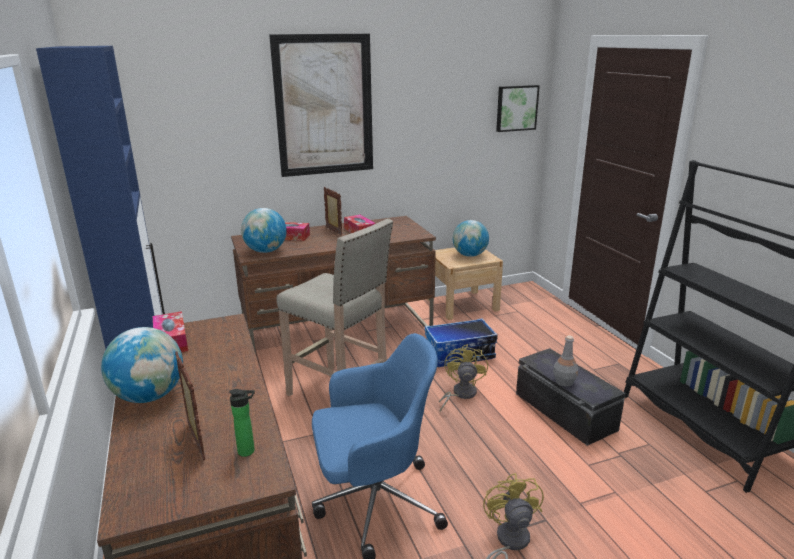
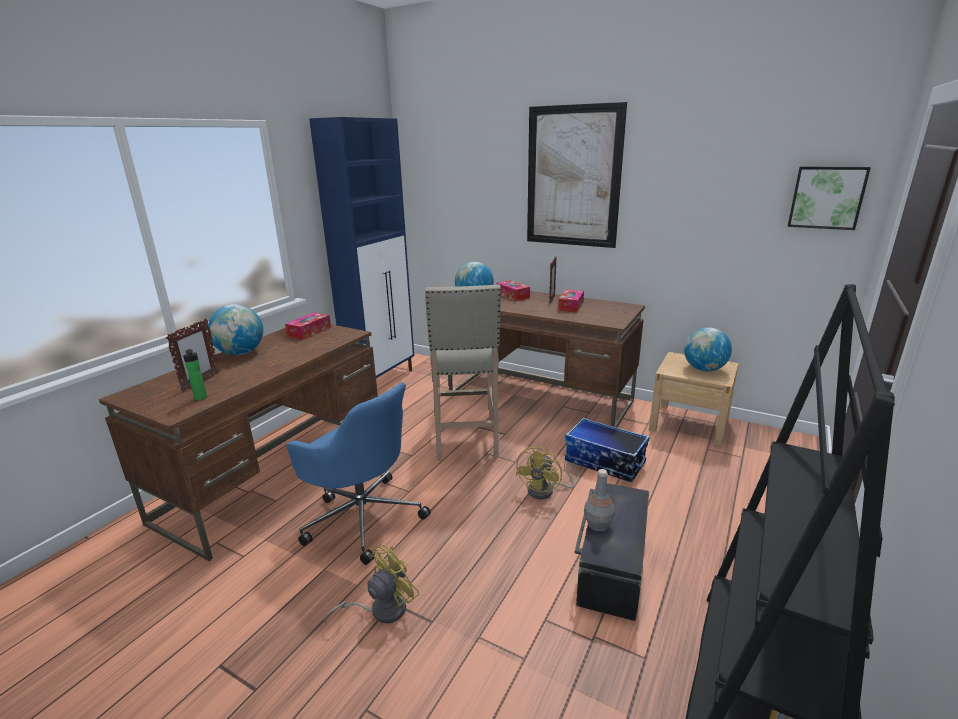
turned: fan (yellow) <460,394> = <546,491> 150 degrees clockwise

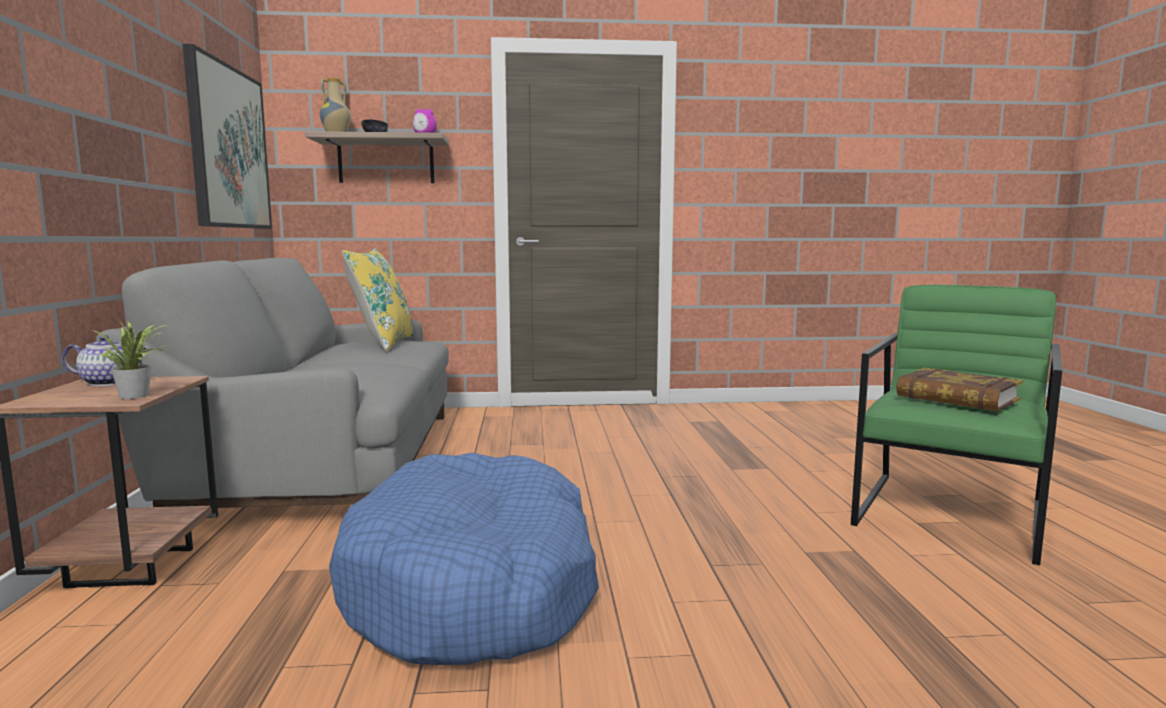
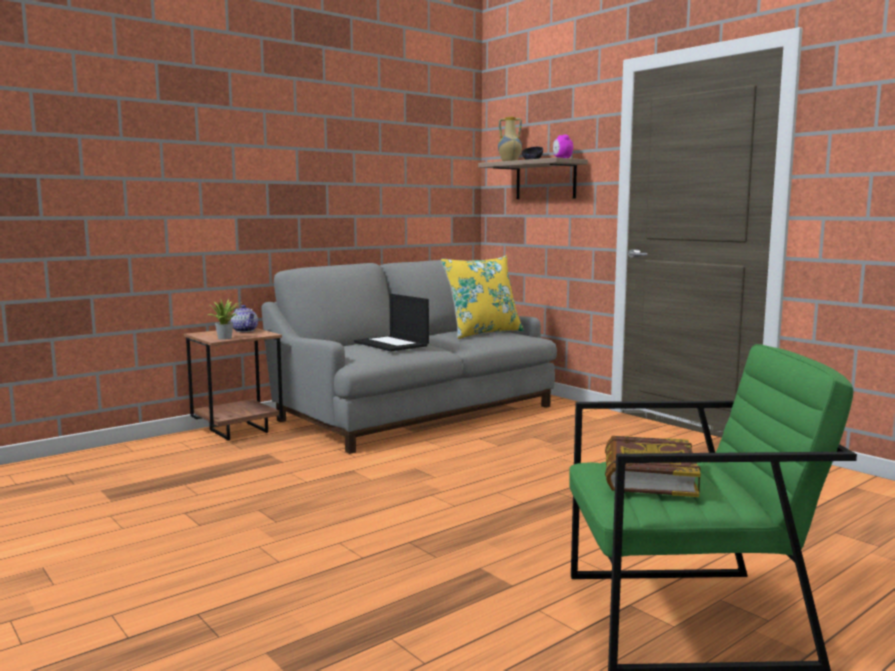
removed: picture <228,148>; dog bed (blue) <474,587>
added: laptop <392,344>

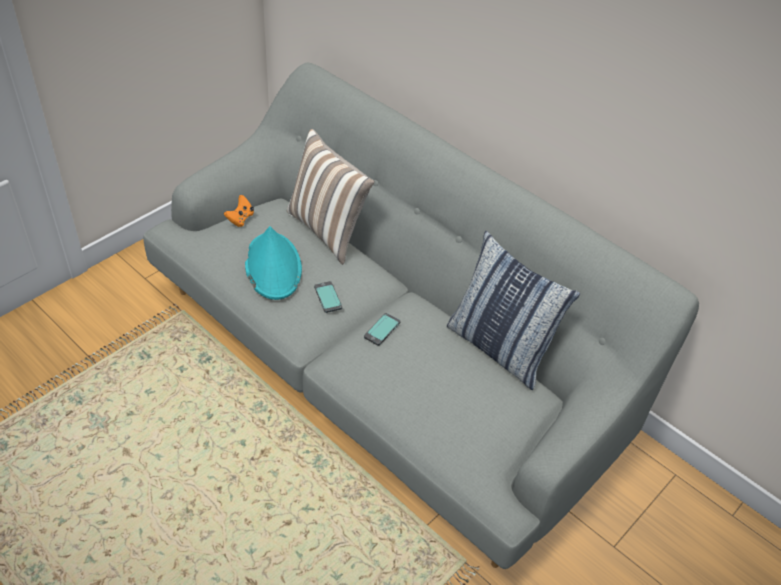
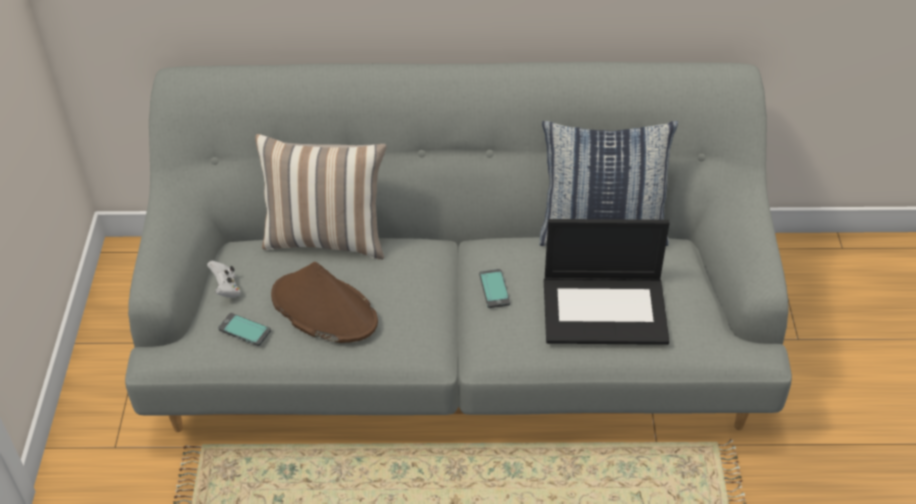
added: laptop <606,309>
moved: phone <327,297> to <244,330>
recoloured: game controller (orange) <240,219> to game controller (white) <226,288>; hat (turquoise) <273,266> to hat (brown) <323,309>

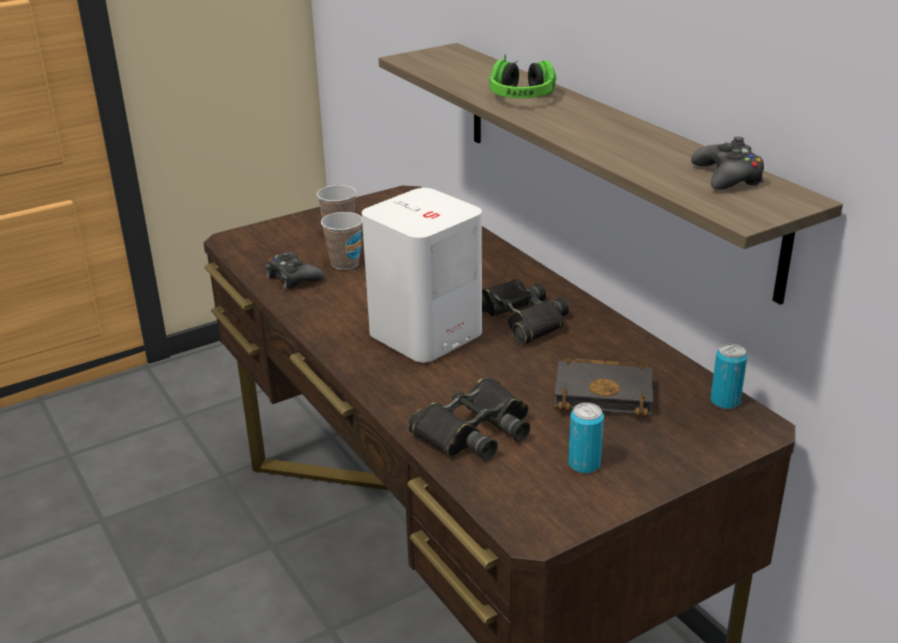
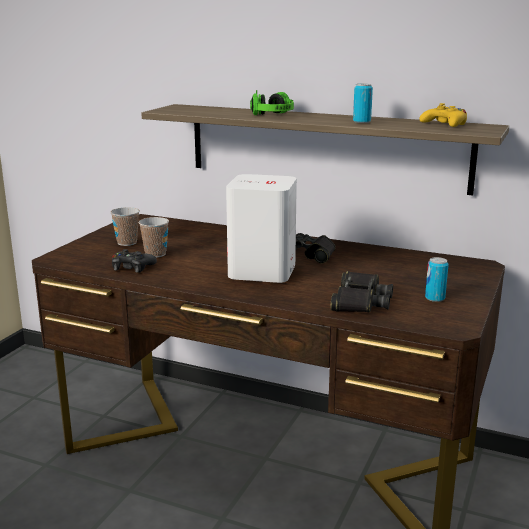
removed: book (black) <606,393>
moved: can <725,401> to <361,121>
recoloured: game controller (black) <727,177> to game controller (yellow) <445,124>

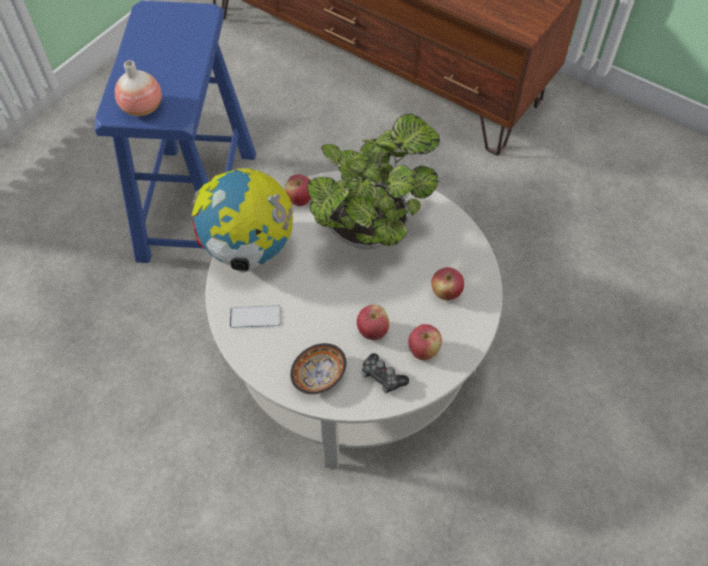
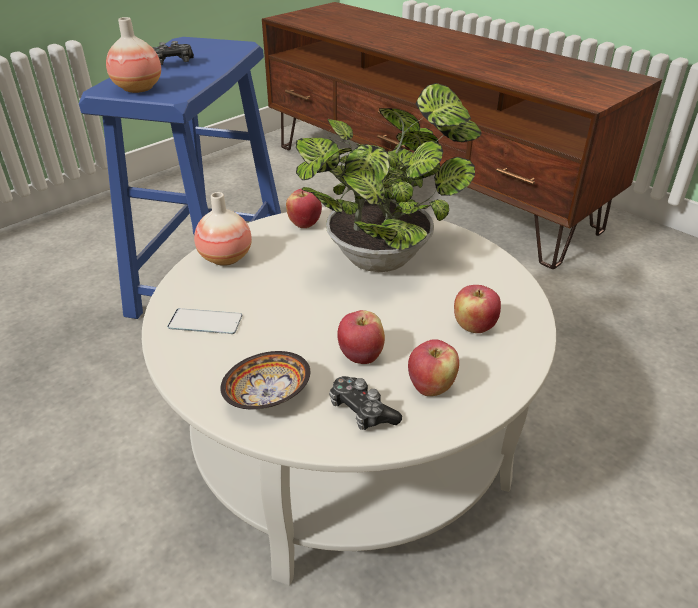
added: game controller <172,63>
replaced: globe <248,249> to vase <225,258>

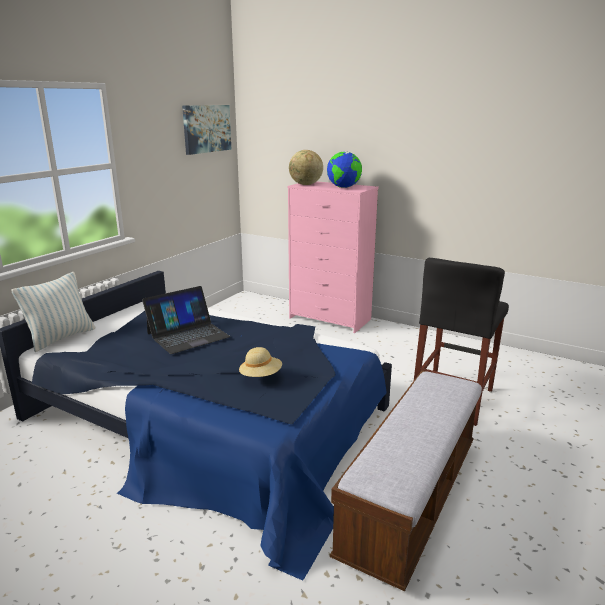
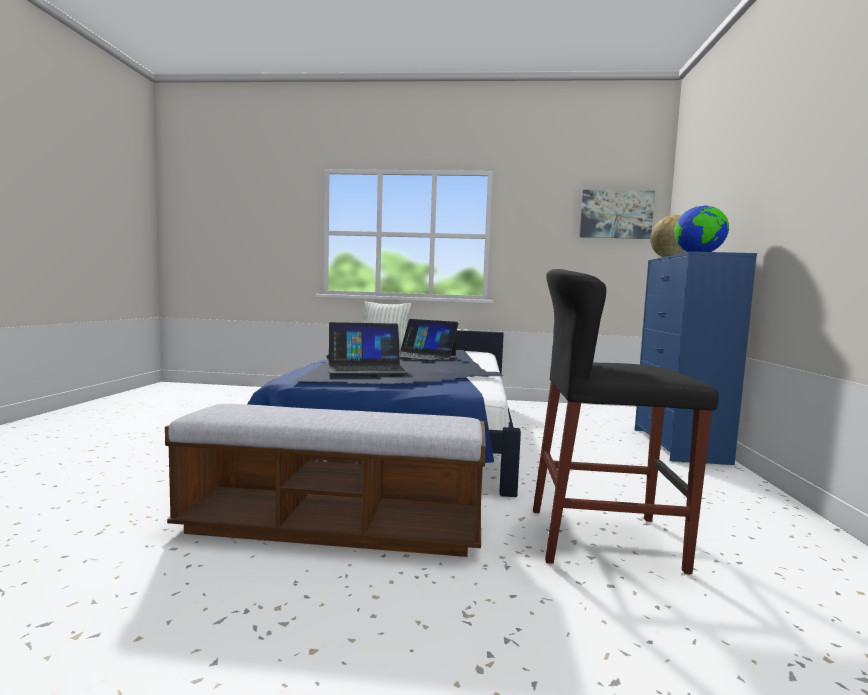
replaced: hat (beige) <261,376> to laptop <365,368>
recoloured: dresser (pink) <330,319> to dresser (blue) <679,446>

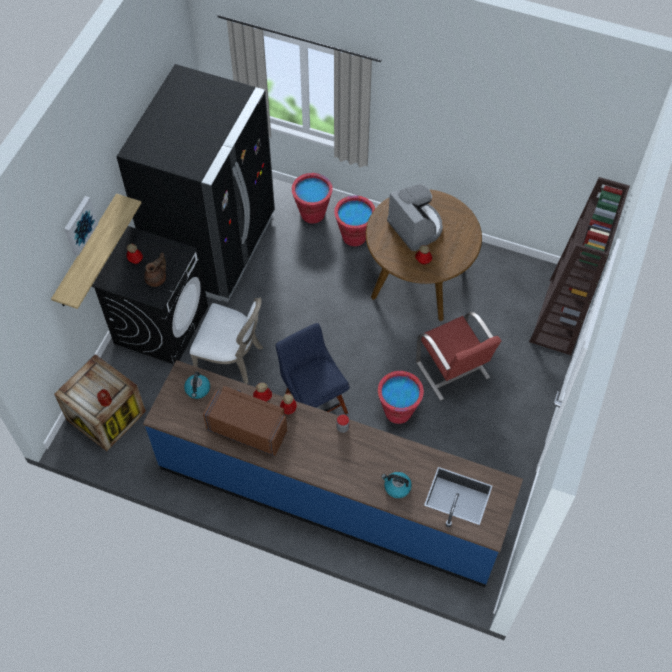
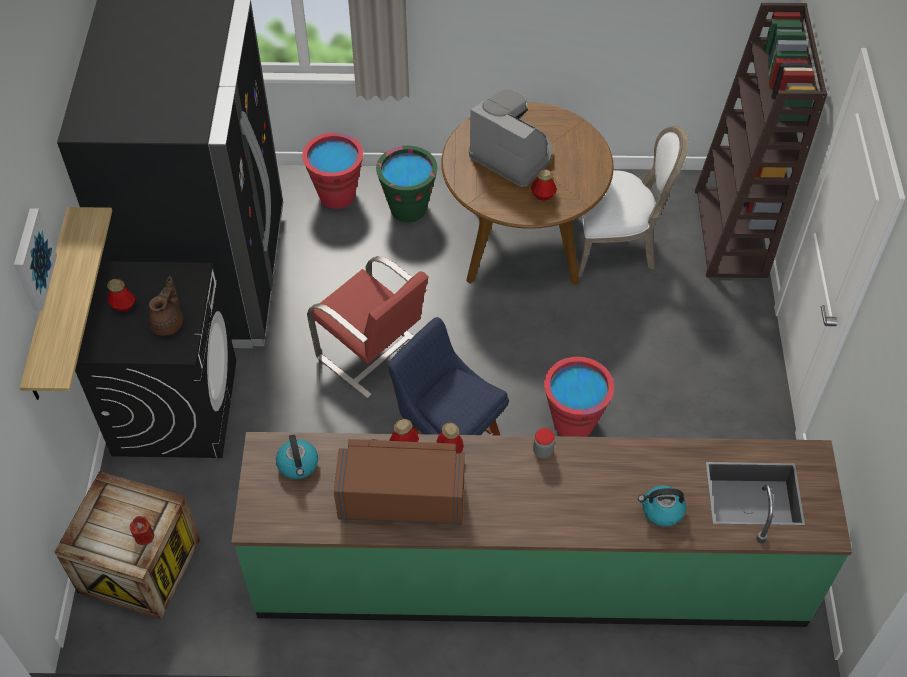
moved: chair (white) <232,358> to <616,245>; chair (red) <453,371> to <373,354>
recoloured: bucket (red) <354,236> to bucket (green) <408,208>; counter (blue) <330,495> to counter (green) <530,571>

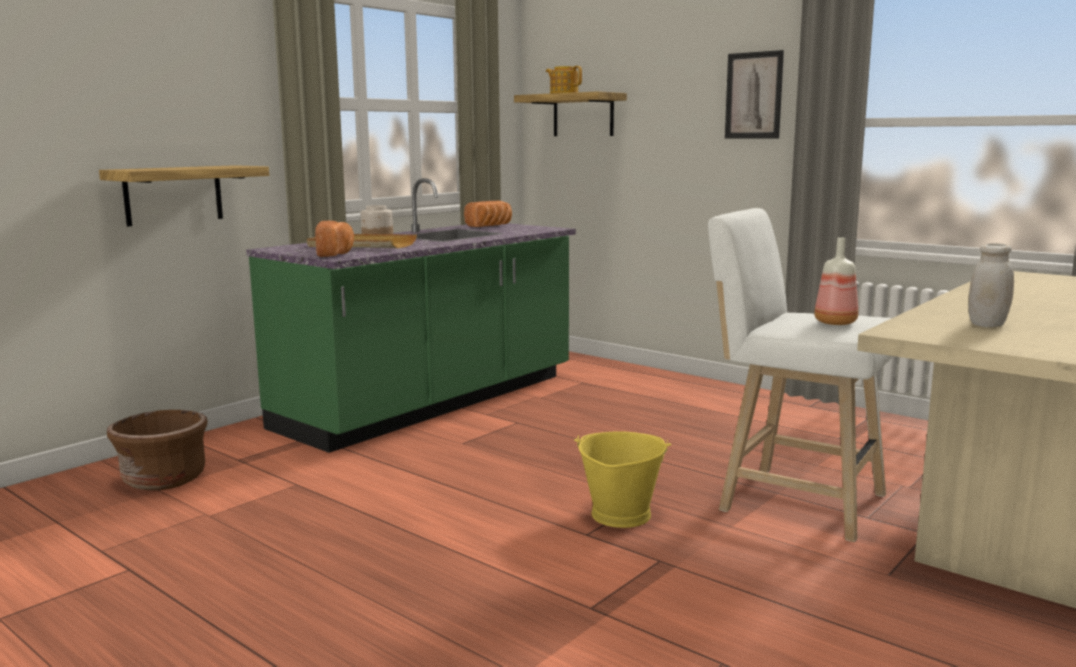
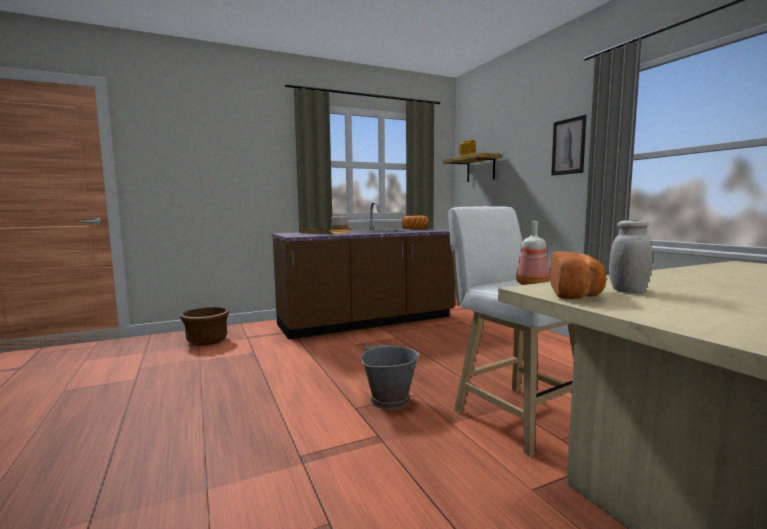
removed: shelf <173,195>
moved: bread <337,254> to <576,293>
recoloured: counter (green) <431,402> to counter (brown) <367,321>; bucket (yellow) <620,514> to bucket (grey) <389,400>

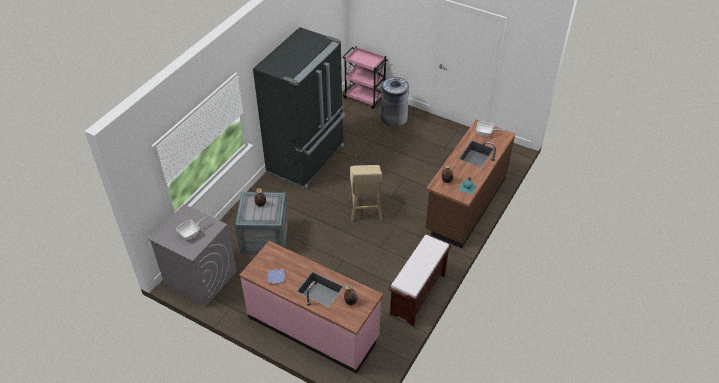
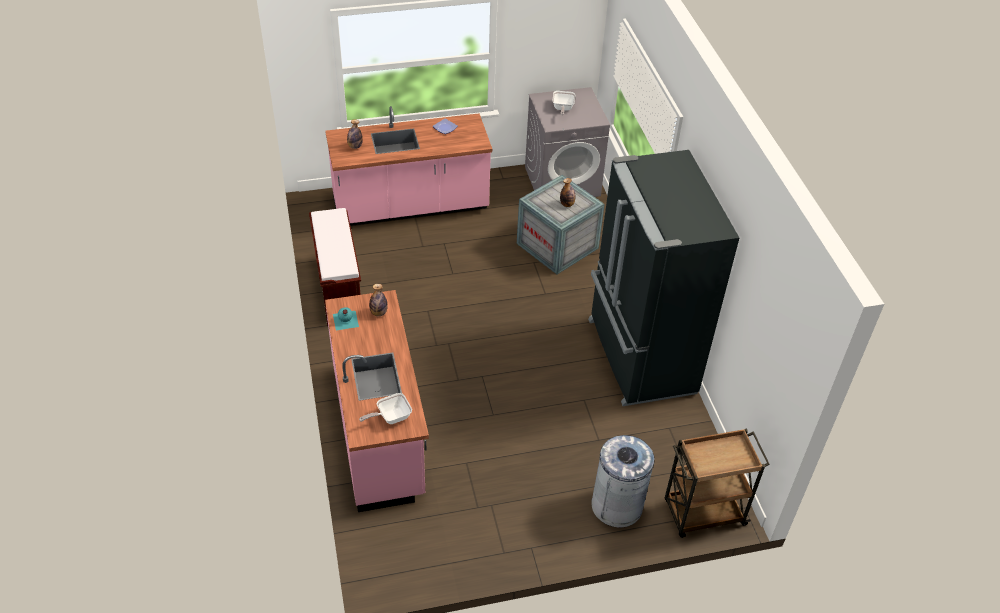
removed: stool (beige) <365,211>
recoloured: cart (pink) <365,98> to cart (brown) <703,513>; counter (brown) <465,204> to counter (pink) <379,430>

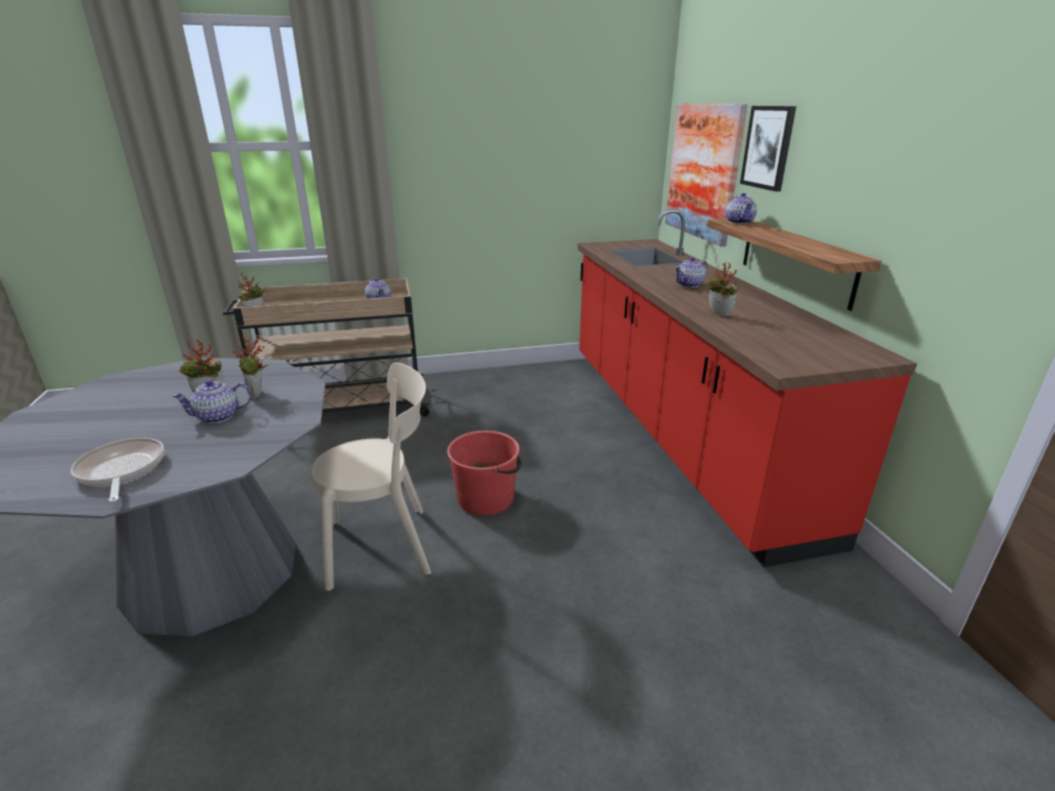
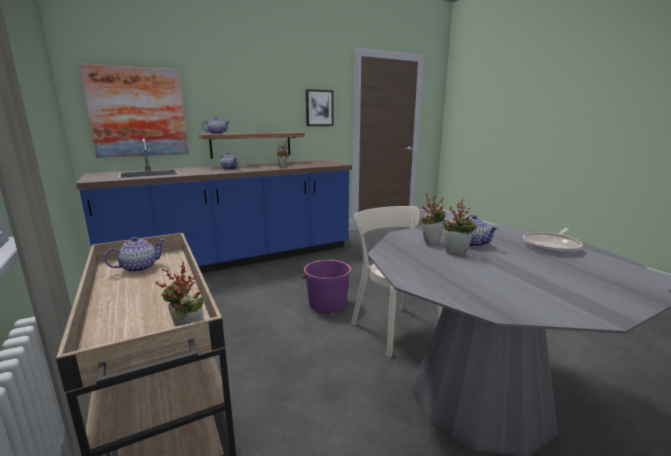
moved: picture <768,147> to <319,108>
recoloured: counter (red) <677,432> to counter (blue) <237,260>; bucket (red) <486,498> to bucket (purple) <327,304>

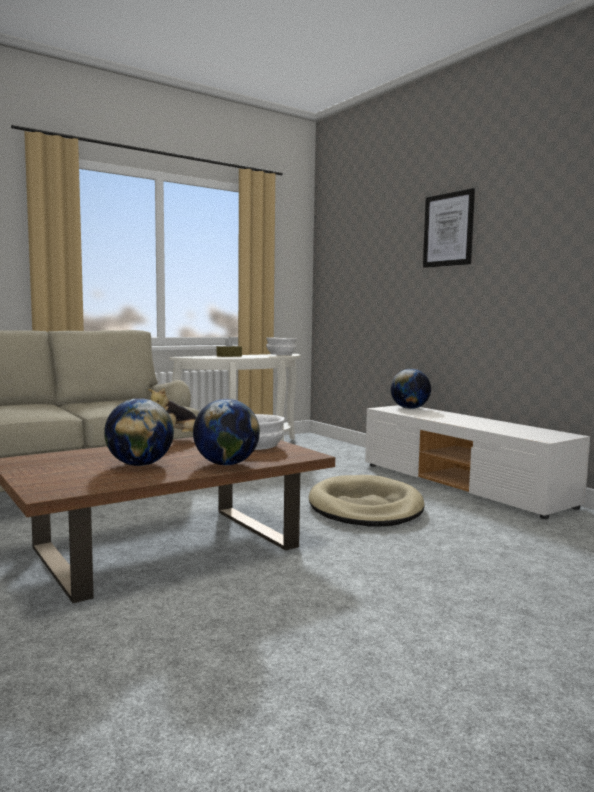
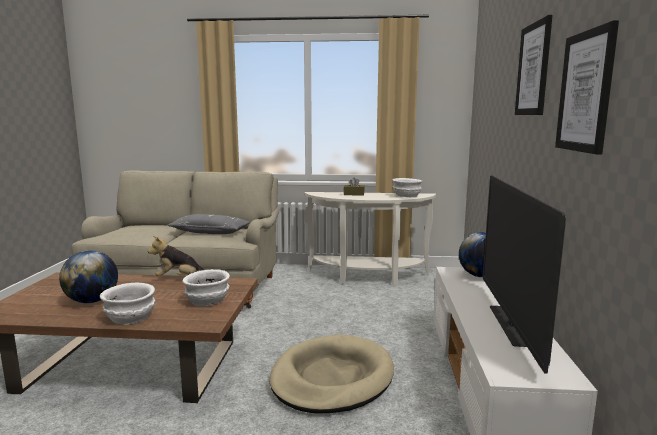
added: picture <585,92>; television <509,325>; pillow (grey) <210,232>
replaced: globe <226,464> to bowl (white) <131,317>

